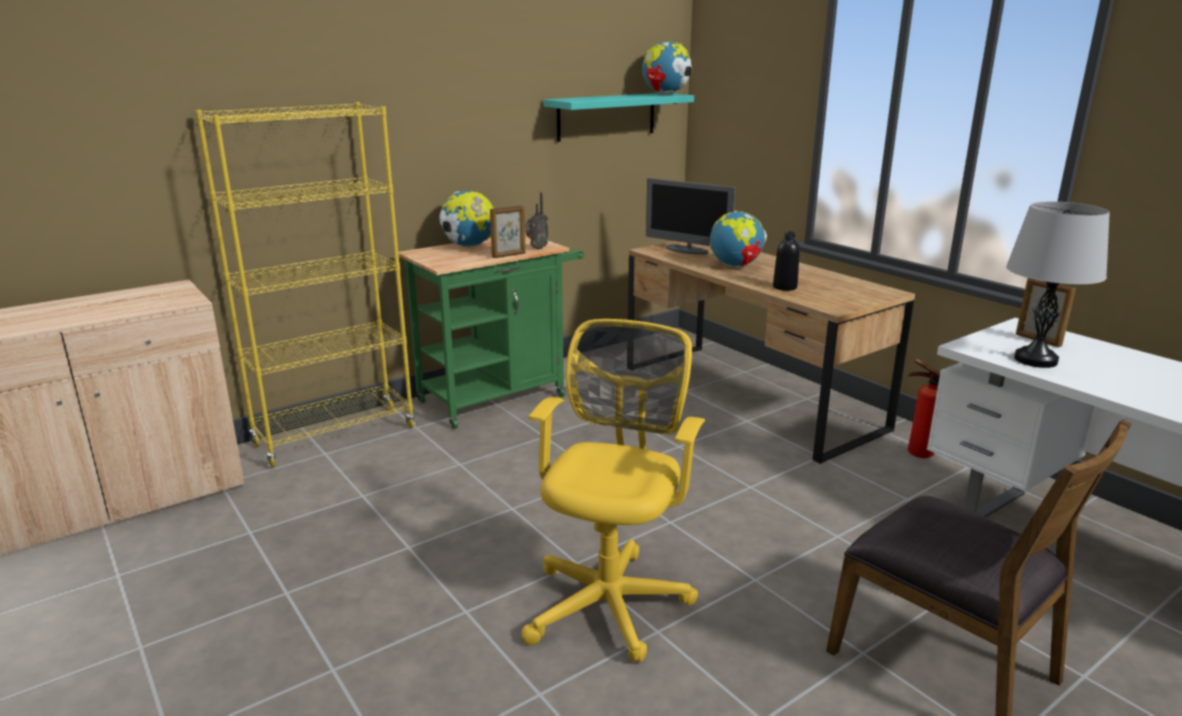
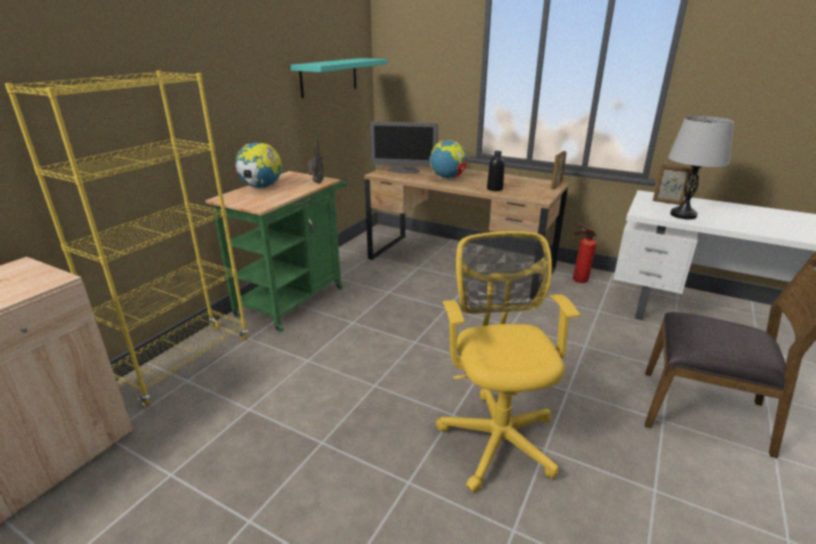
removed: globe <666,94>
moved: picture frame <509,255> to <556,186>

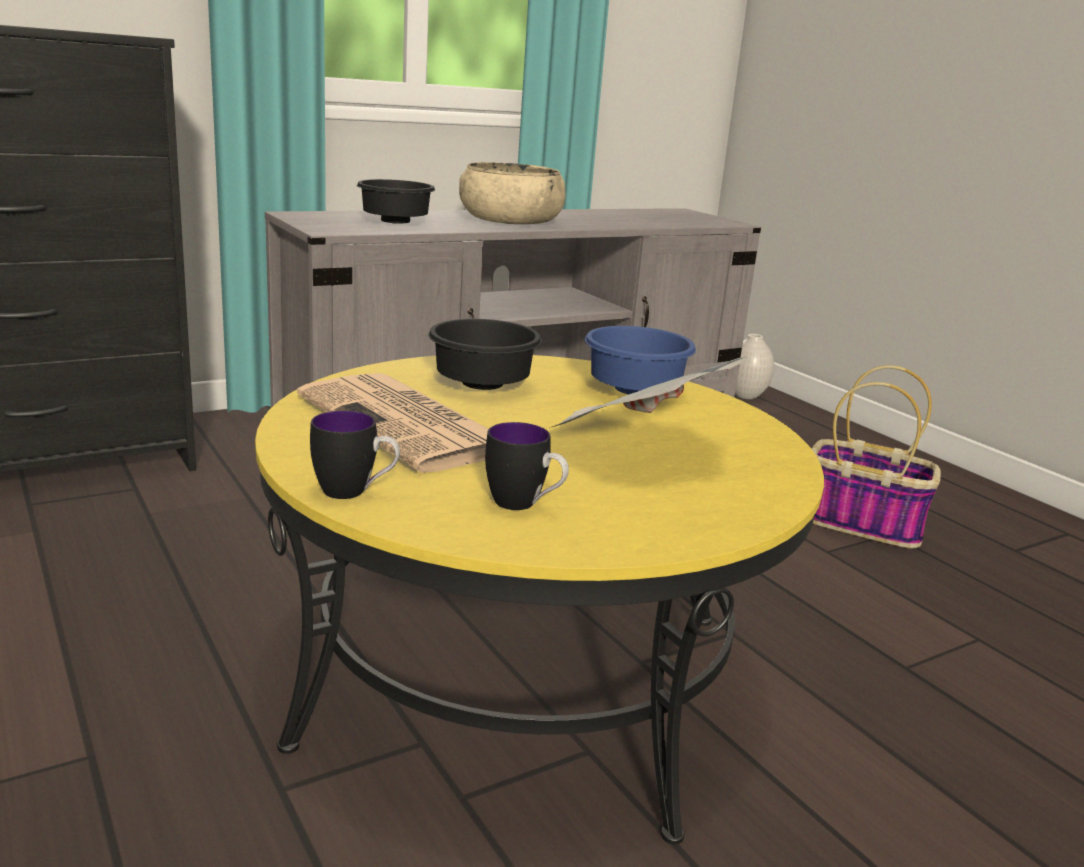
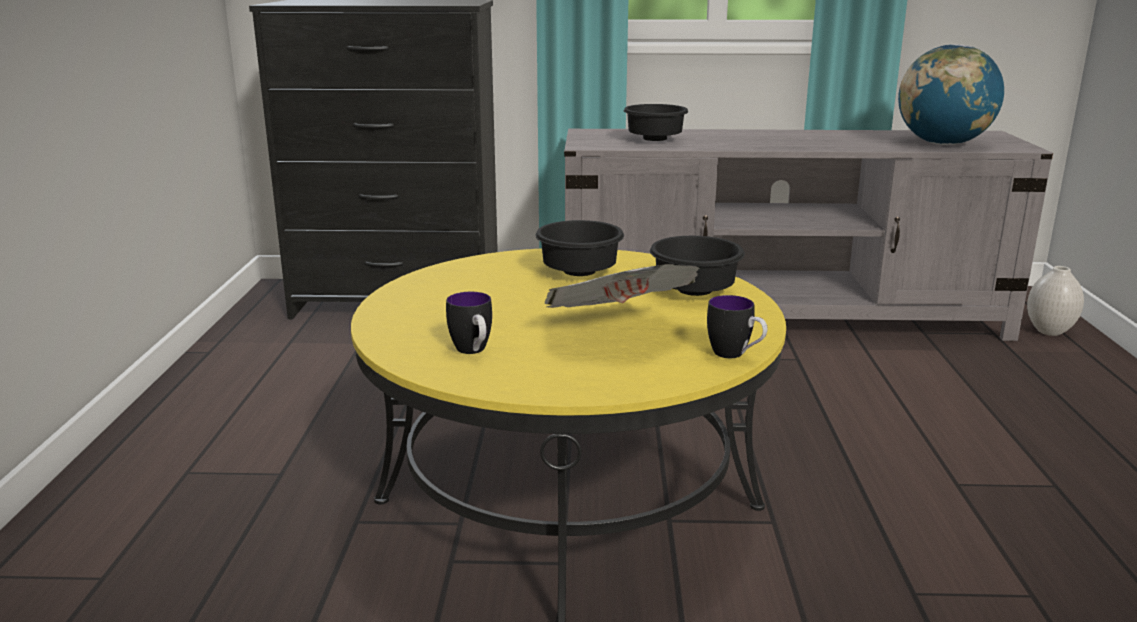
removed: bowl (beige) <510,220>; basket <863,524>; newspaper <409,424>
added: globe <943,144>
moved: mug <355,493> to <735,355>
recoloured: bowl (blue) <631,390> to bowl (black) <692,290>

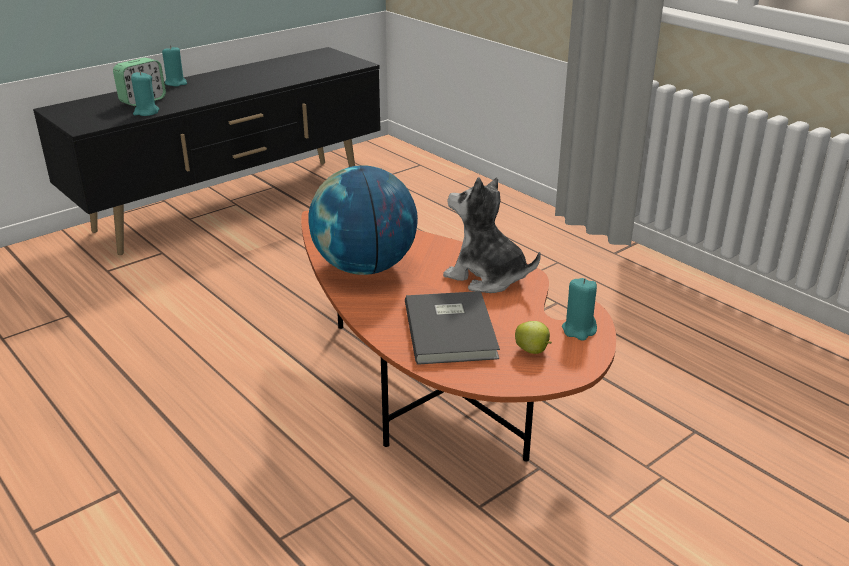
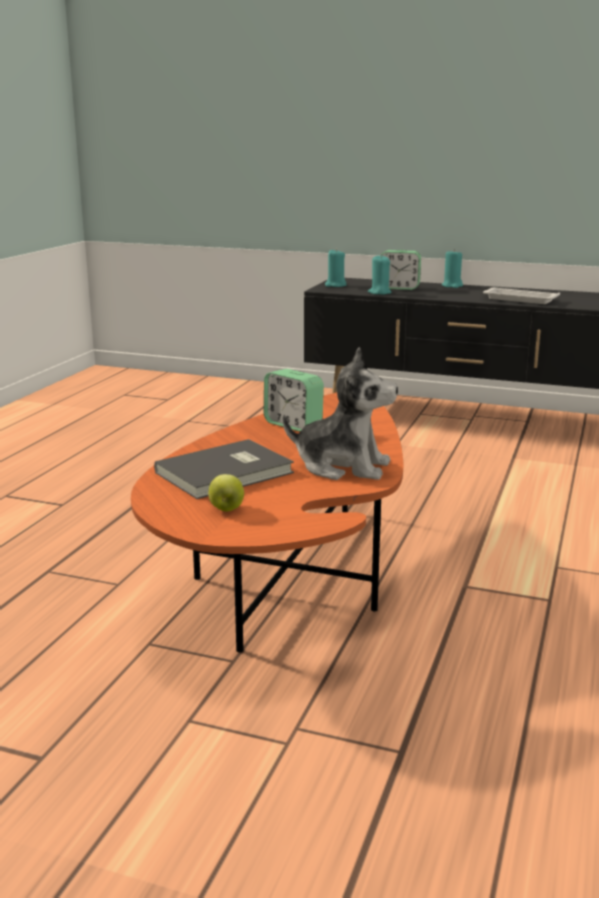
added: tray (white) <519,299>
moved: candle (turquoise) <579,330> to <335,285>
replaced: globe <365,268> to alarm clock <293,424>
turned: plush toy <486,277> = <343,466> 105 degrees clockwise

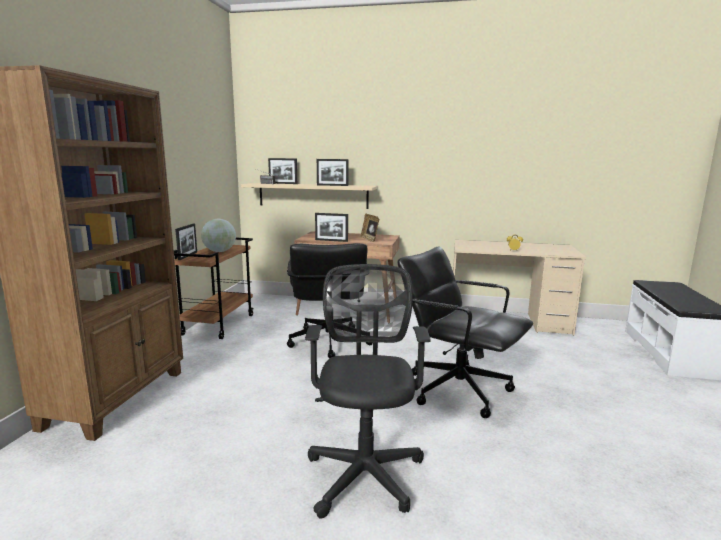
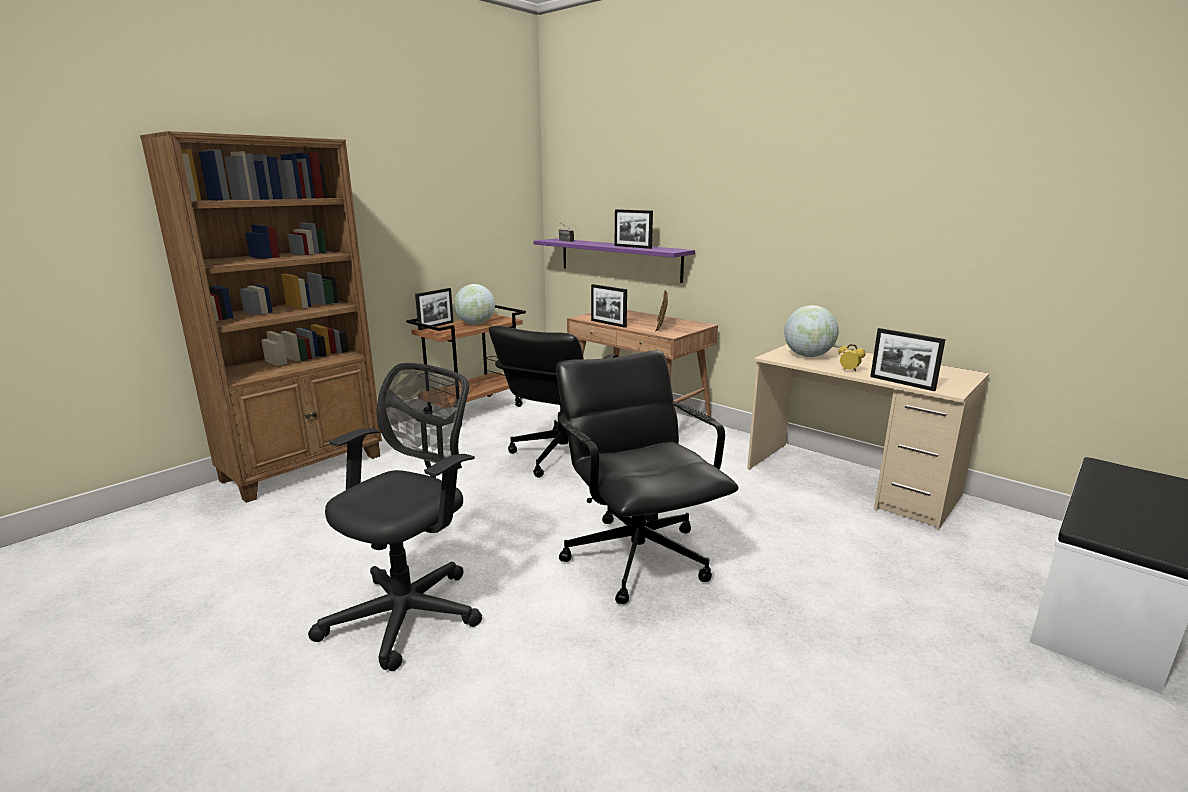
added: globe <807,356>
moved: picture frame <283,183> to <901,383>
recoloured: shelf (beige) <313,195> to shelf (purple) <619,259>

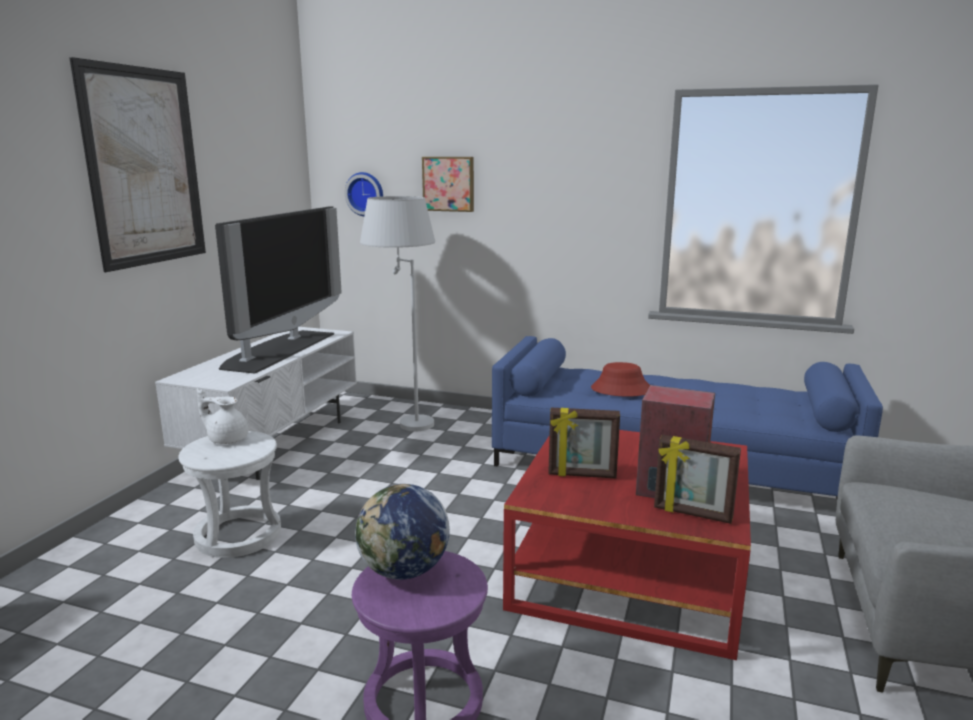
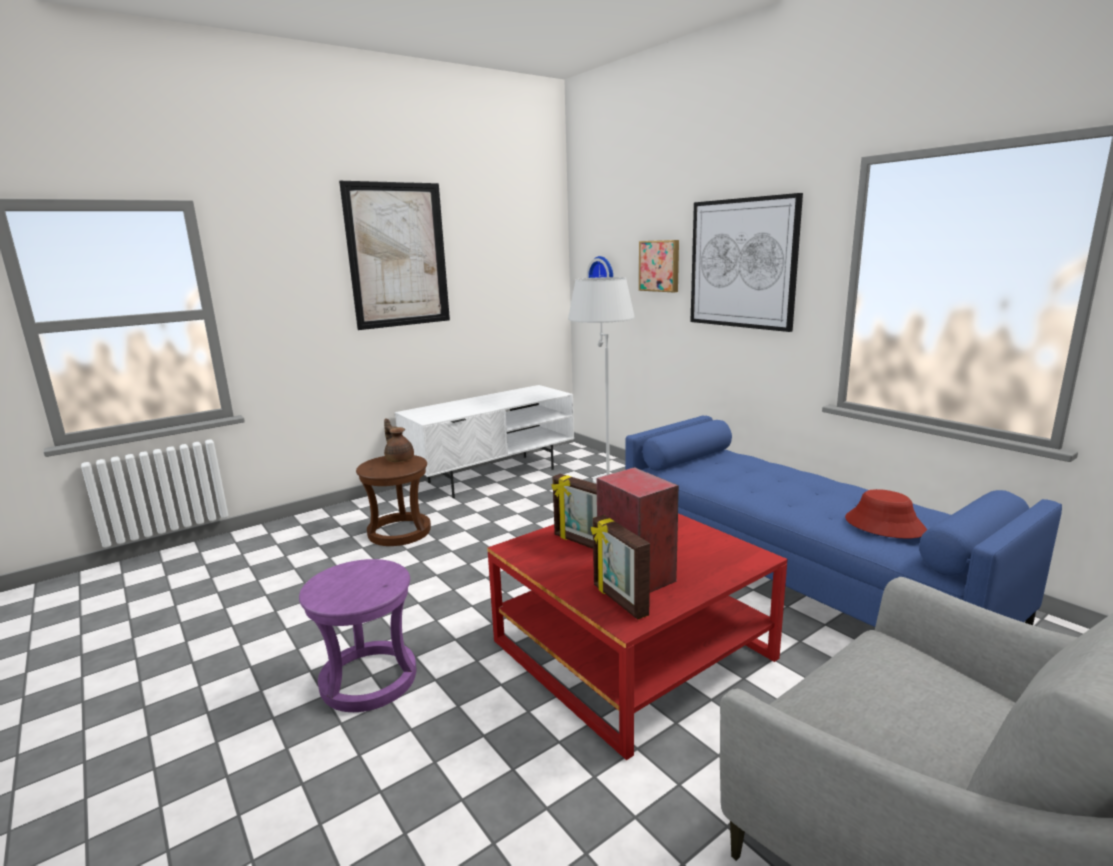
removed: television <278,350>; globe <404,571>
added: picture <742,263>
moved: hat (red) <621,390> to <884,525>
recoloured: teapot (white) <227,439> to teapot (brown) <399,459>; stool (white) <238,535> to stool (brown) <399,532>

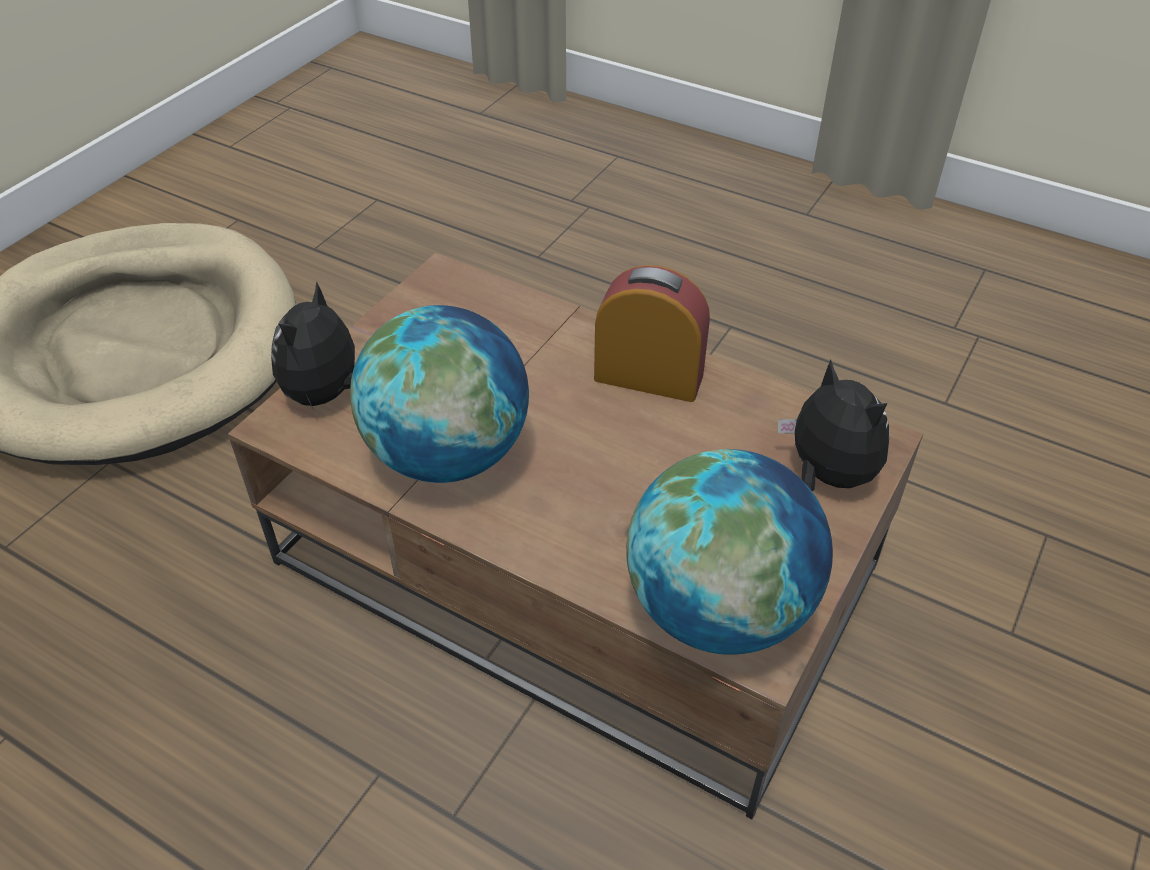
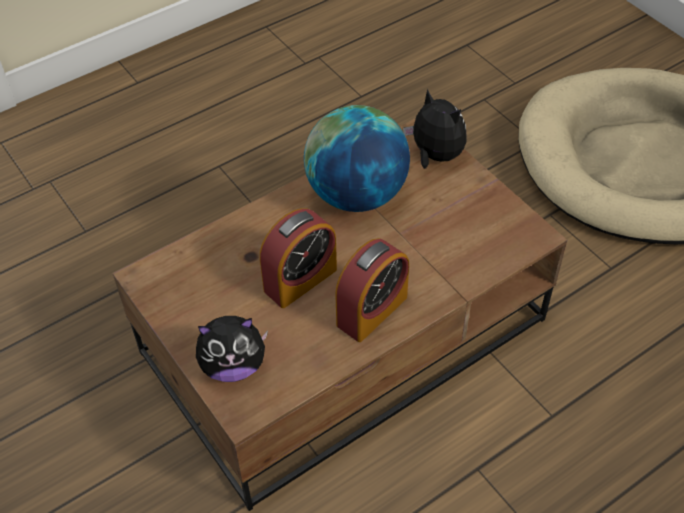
removed: globe <718,610>
added: alarm clock <300,280>

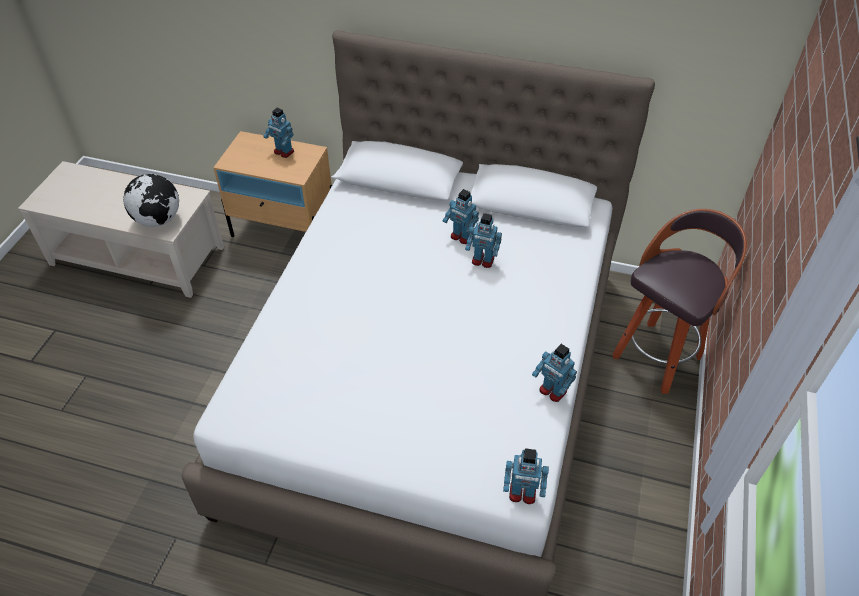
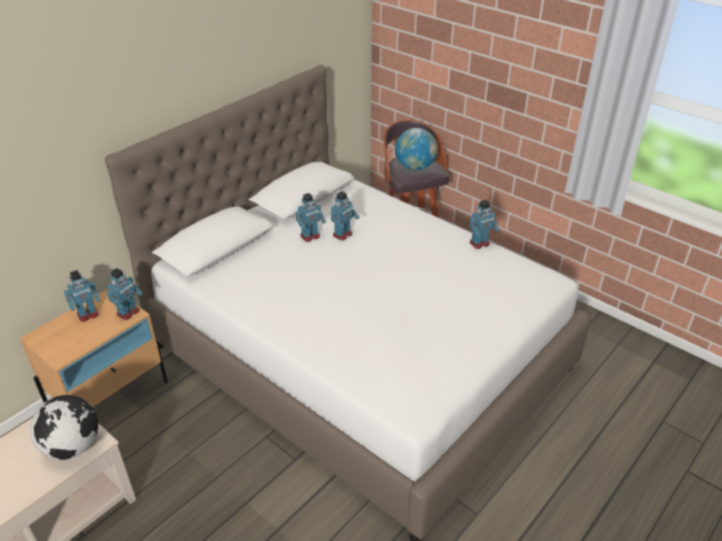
added: globe <415,167>
moved: toy robot <522,493> to <128,312>

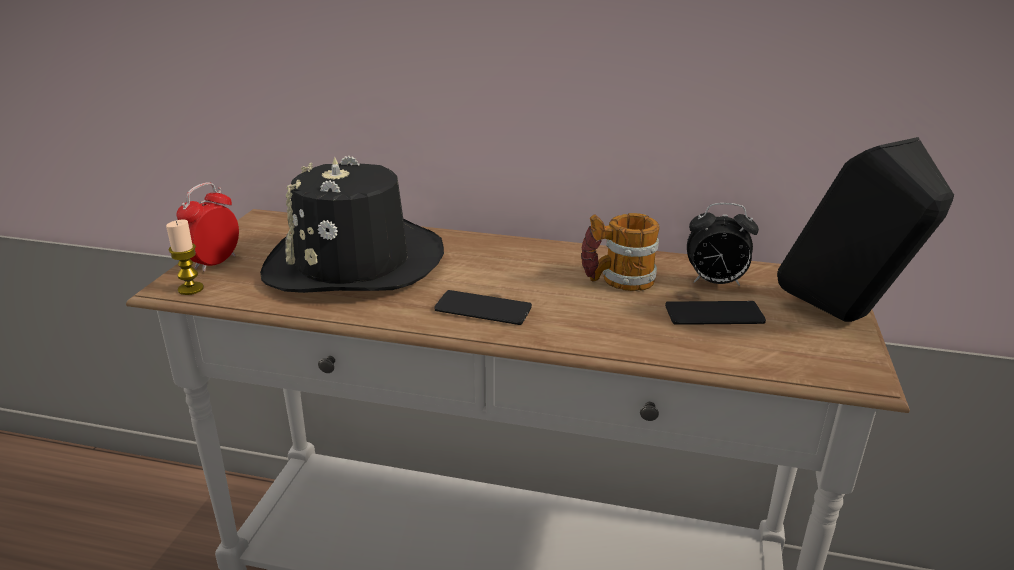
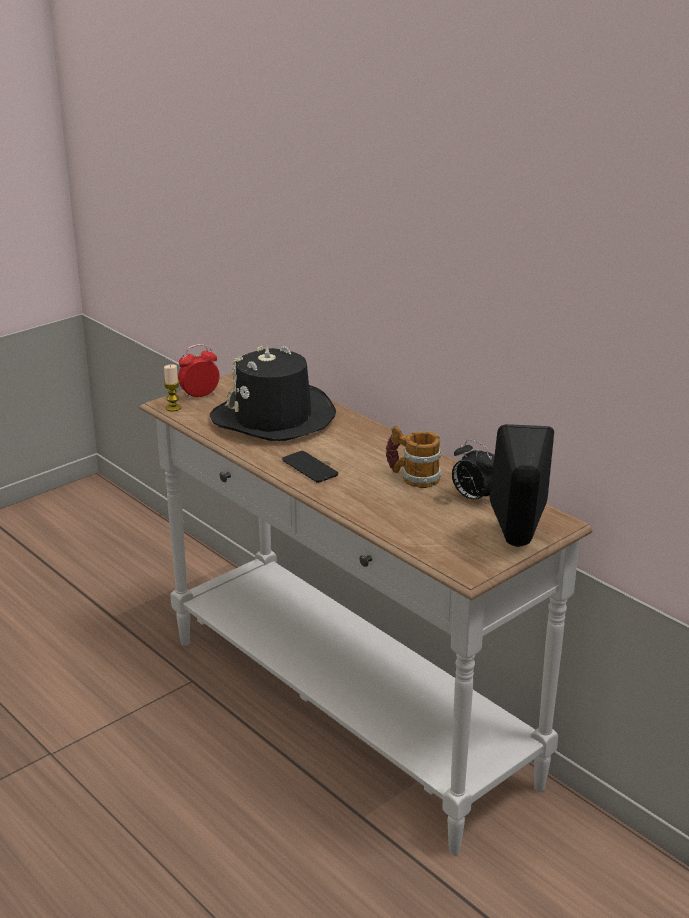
removed: phone <714,314>

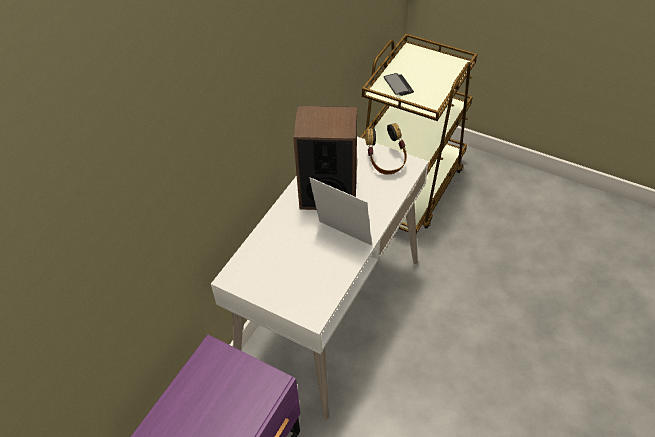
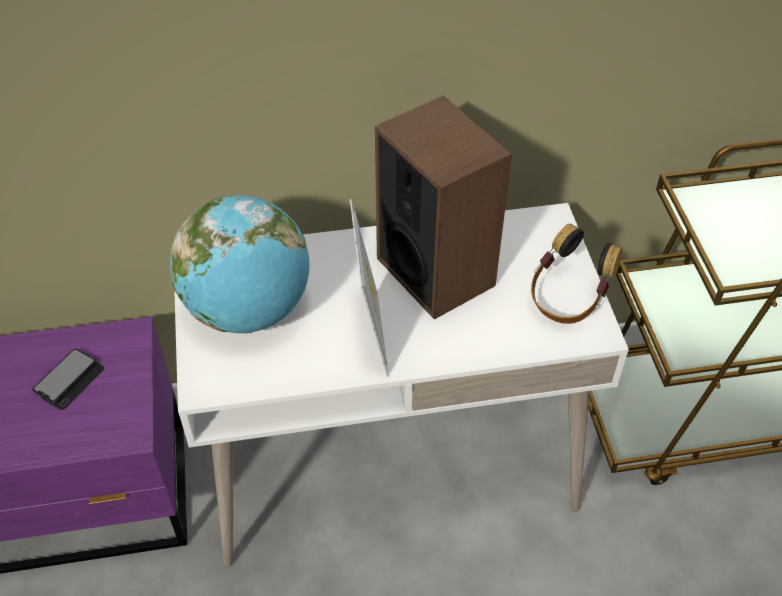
added: globe <249,310>
moved: phone <398,85> to <69,380>

